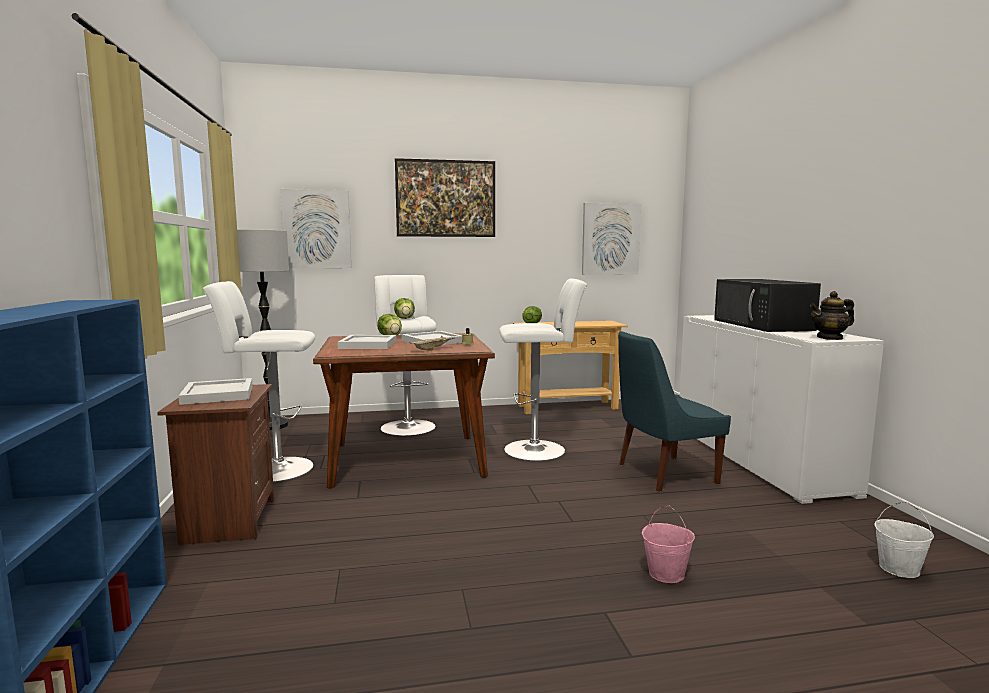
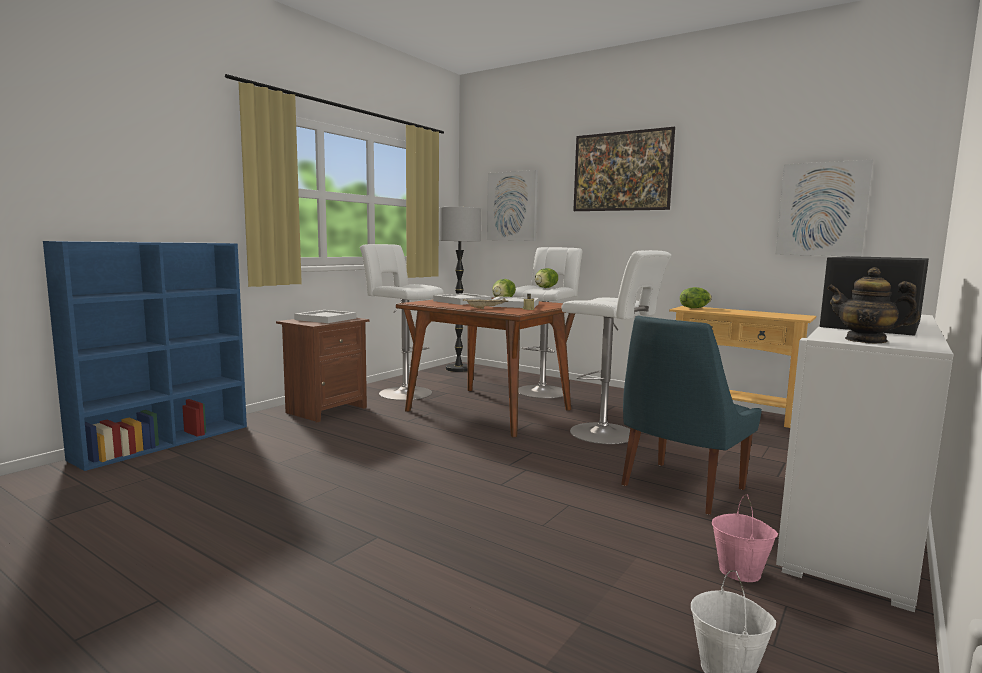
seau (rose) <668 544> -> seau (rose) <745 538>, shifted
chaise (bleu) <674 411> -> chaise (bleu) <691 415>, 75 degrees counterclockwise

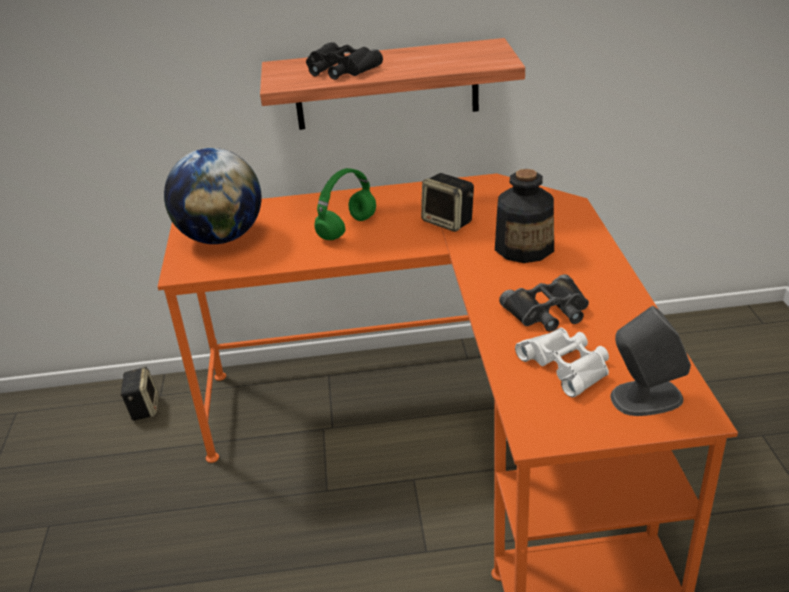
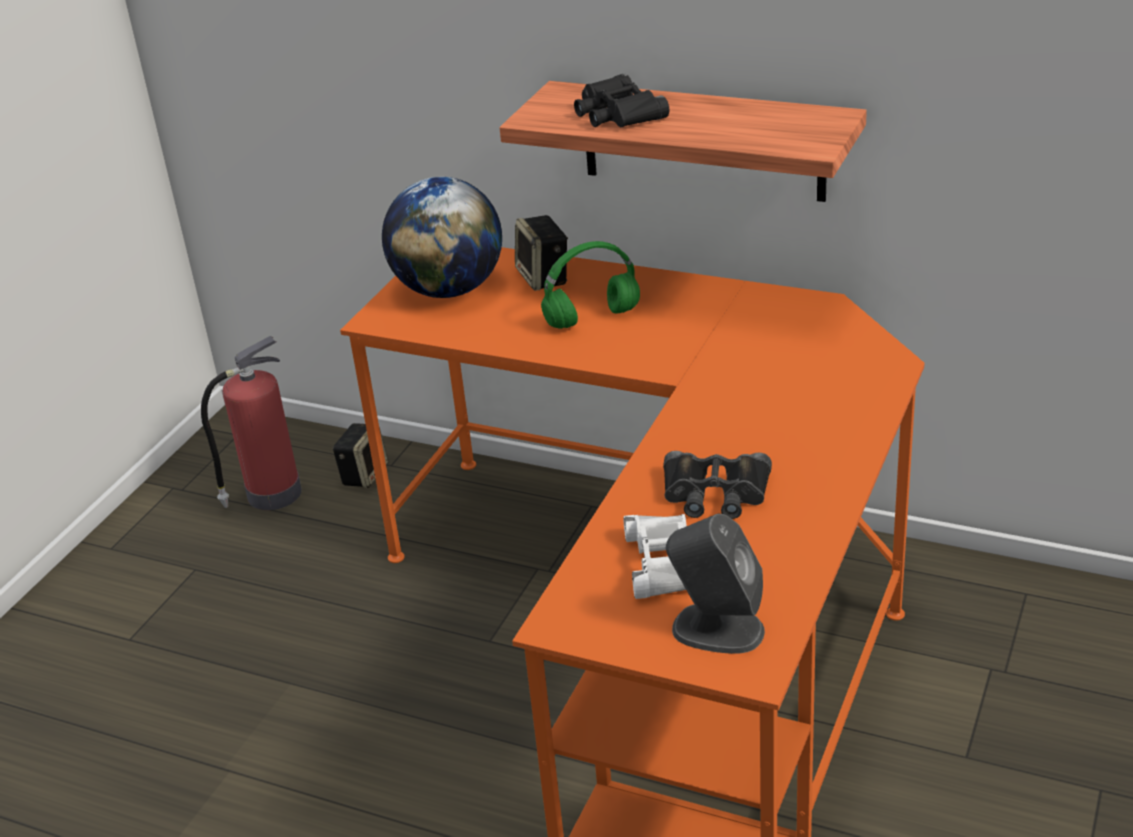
bouteille <524 216> -> none
none -> extincteur <251 423>
enceinte <447 202> -> enceinte <541 253>, shifted

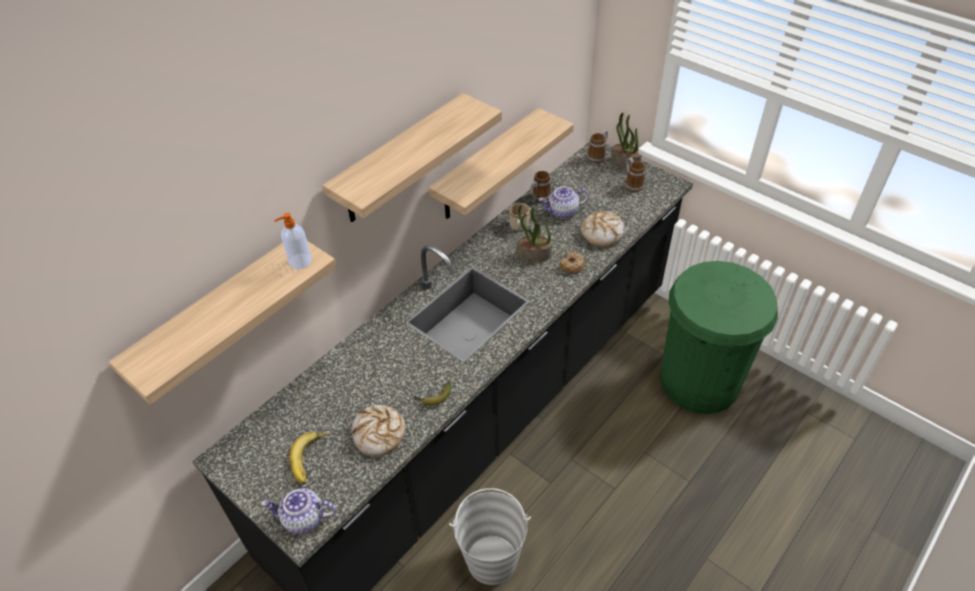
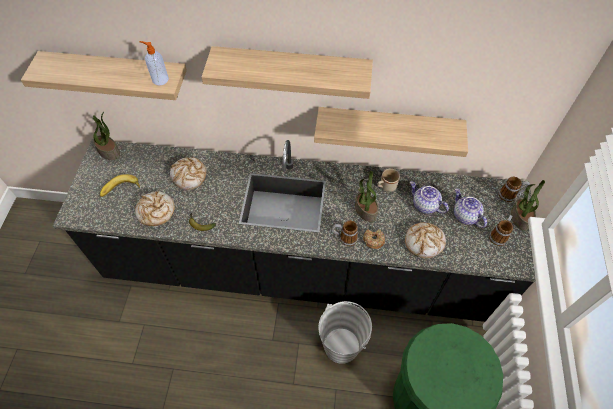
none -> plante en pot <106 136>
none -> pain <188 173>
théière <298 511> -> théière <470 208>, shifted
seau (gris) <490 536> -> seau (gris) <345 332>, shifted
mug <540 186> -> mug <345 233>, shifted

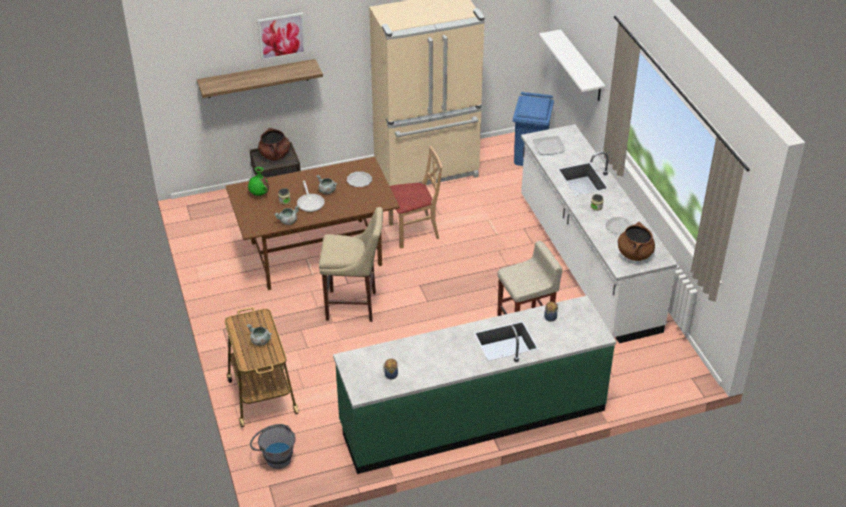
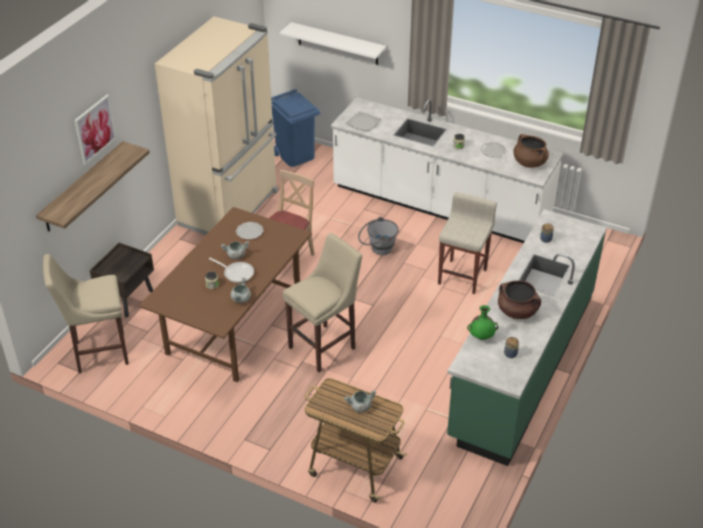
none -> tabouret (beige) <86 314>
vase (vert) <258 181> -> vase (vert) <482 322>, shifted
seau (gris) <273 446> -> seau (gris) <378 236>, shifted
marmite (marron) <274 144> -> marmite (marron) <519 300>, shifted

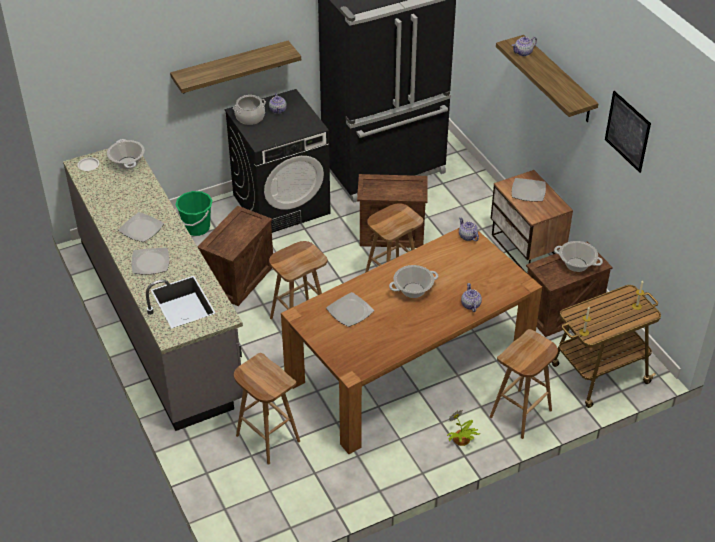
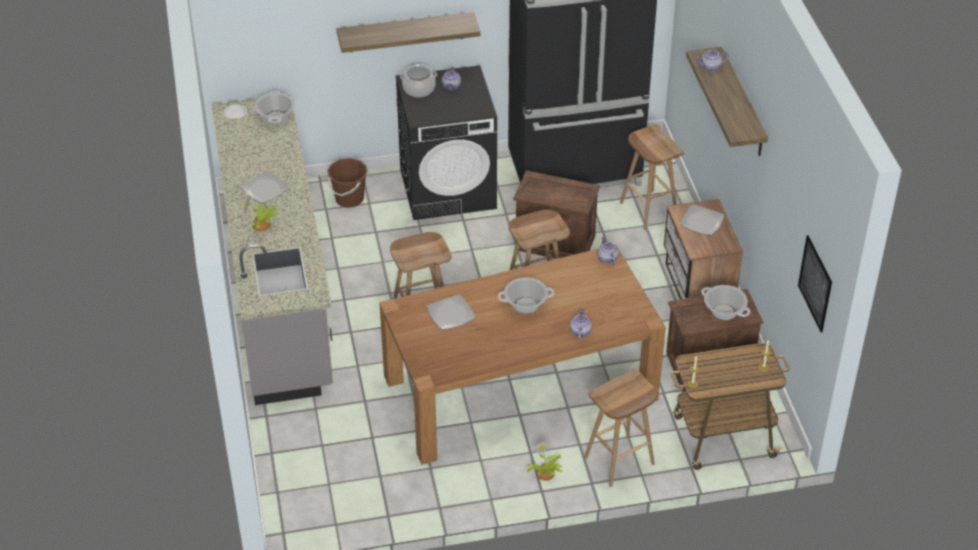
caisse <235 256> -> none
tabouret (marron) <267 409> -> tabouret (marron) <652 177>, shifted
tableau <628 132> -> tableau <815 283>, shifted
assiette <150 261> -> plante en pot <261 215>
seau (vert) <194 213> -> seau (marron) <347 183>

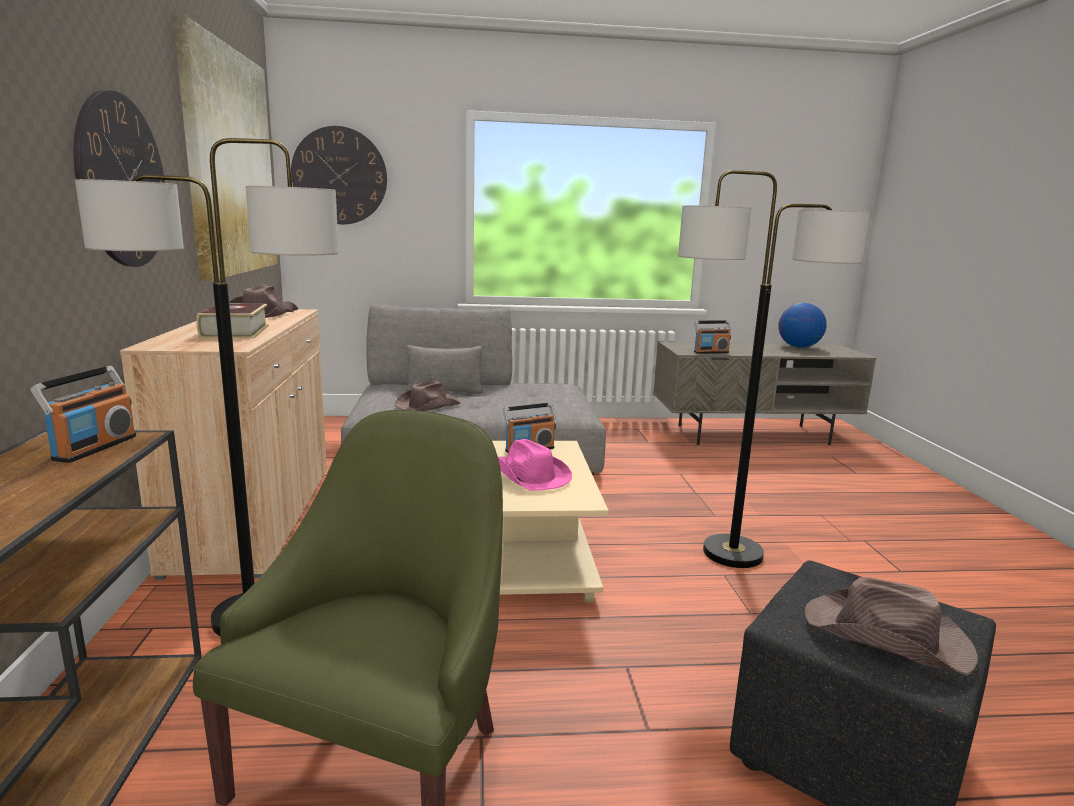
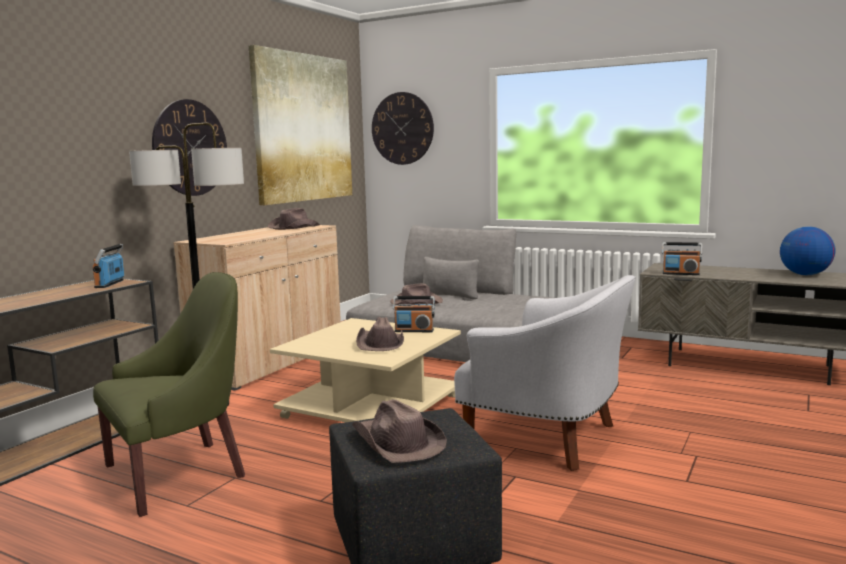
livre <232 321> -> none
lampadaire <774 369> -> fauteuil (blanc) <545 373>
chapeau (rose) <535 465> -> chapeau (marron) <380 334>
radio <83 414> -> radio <108 266>, 135 degrees clockwise

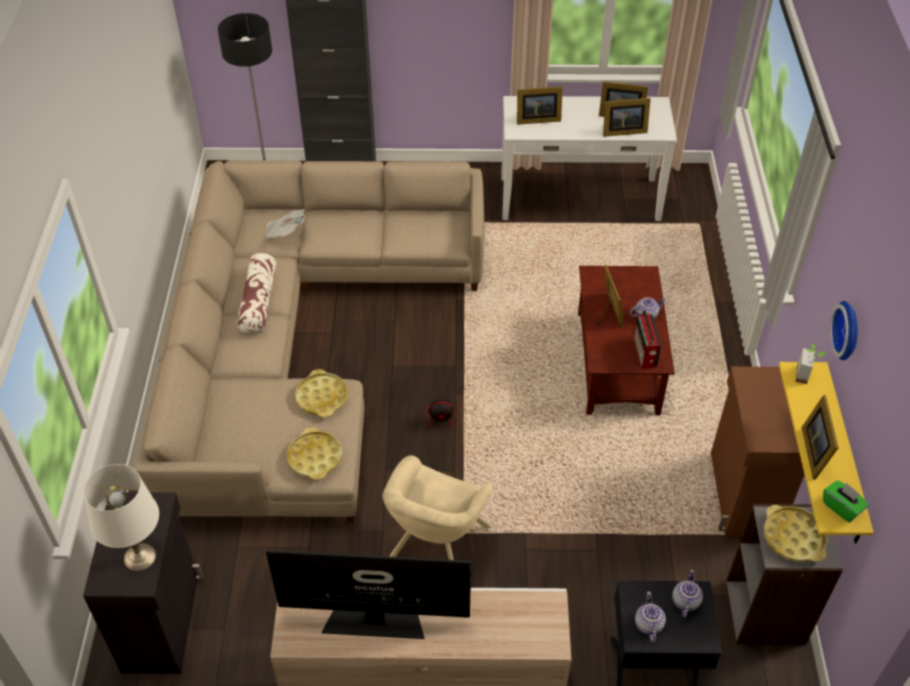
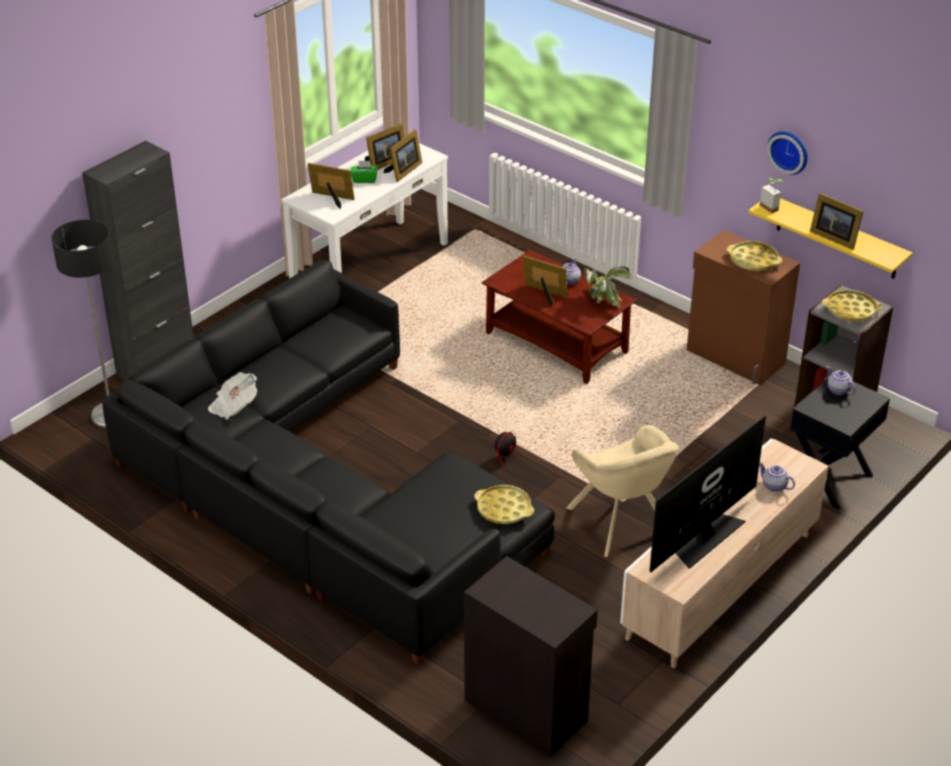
lampe de table (blanc) <121 517> -> none
coussin <256 294> -> none
plateau (jaune) <321 393> -> plateau (jaune) <754 256>, shifted
théière <650 616> -> théière <777 477>, shifted
boîte à mouchoirs (vert) <846 501> -> boîte à mouchoirs (vert) <364 171>, shifted
radio <647 339> -> plante en pot <608 287>
canapé (beige) <309 341> -> canapé (noir) <329 462>
cadre photo <540 105> -> cadre photo <331 186>, 105 degrees counterclockwise

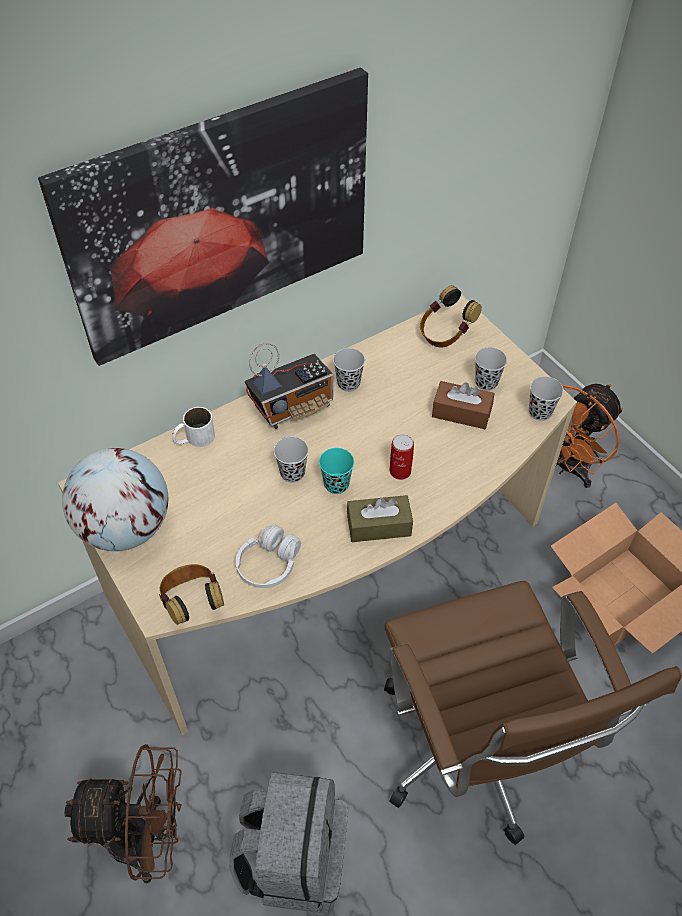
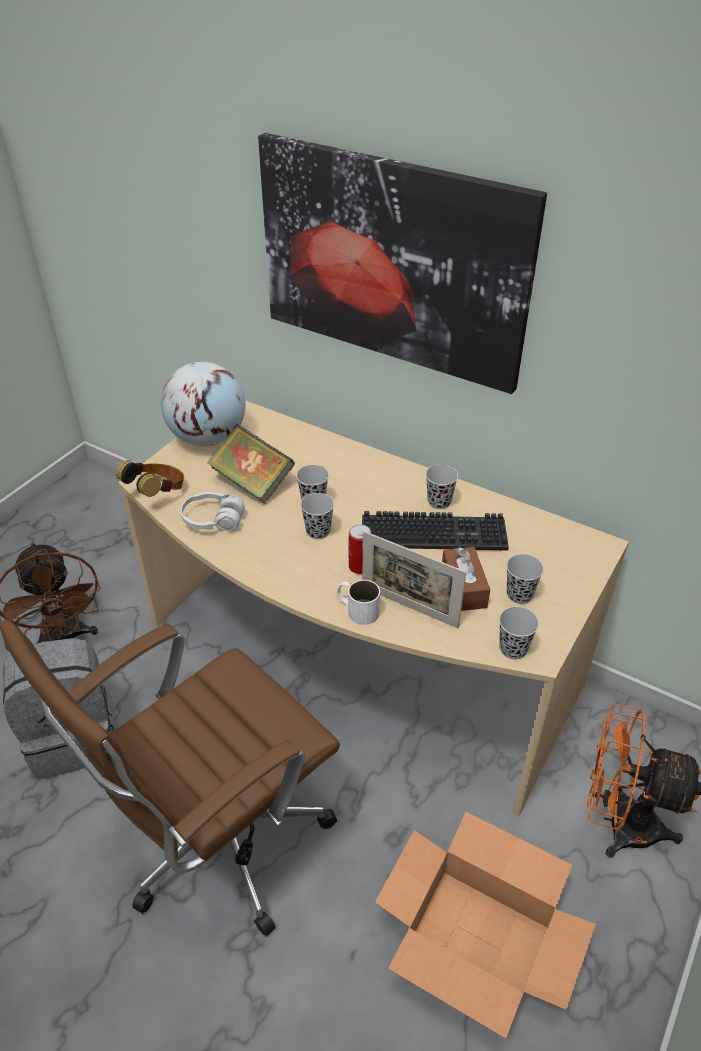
radio <289 386> -> none
boîte à mouchoirs (marron) <380 518> -> none
casque audio <451 316> -> none
none -> livre <251 464>
none -> clavier <435 531>
none -> cadre photo <414 579>
mug (blanc) <193 427> -> mug (blanc) <358 602>, shifted
tasse (turquoise) <336 471> -> tasse (noir) <317 516>

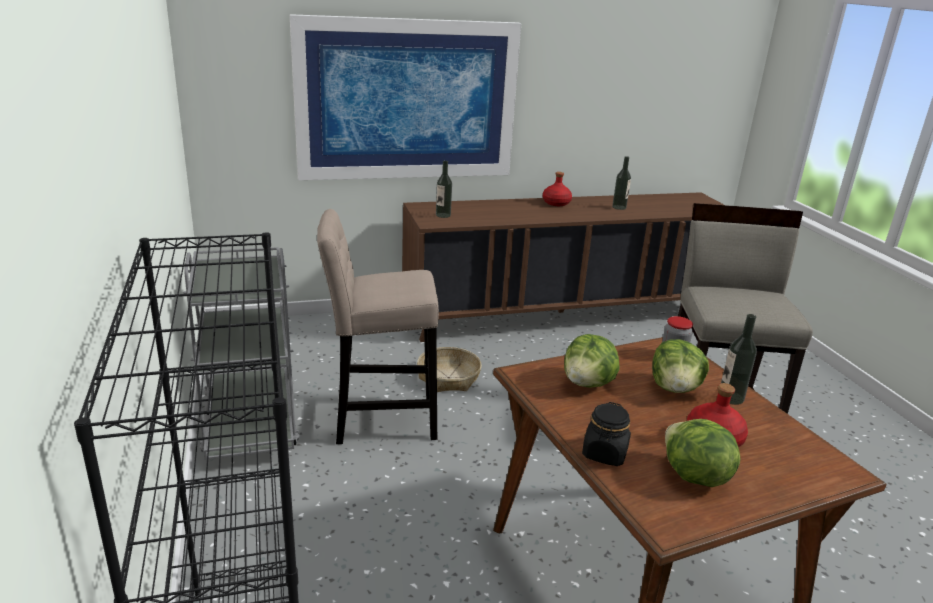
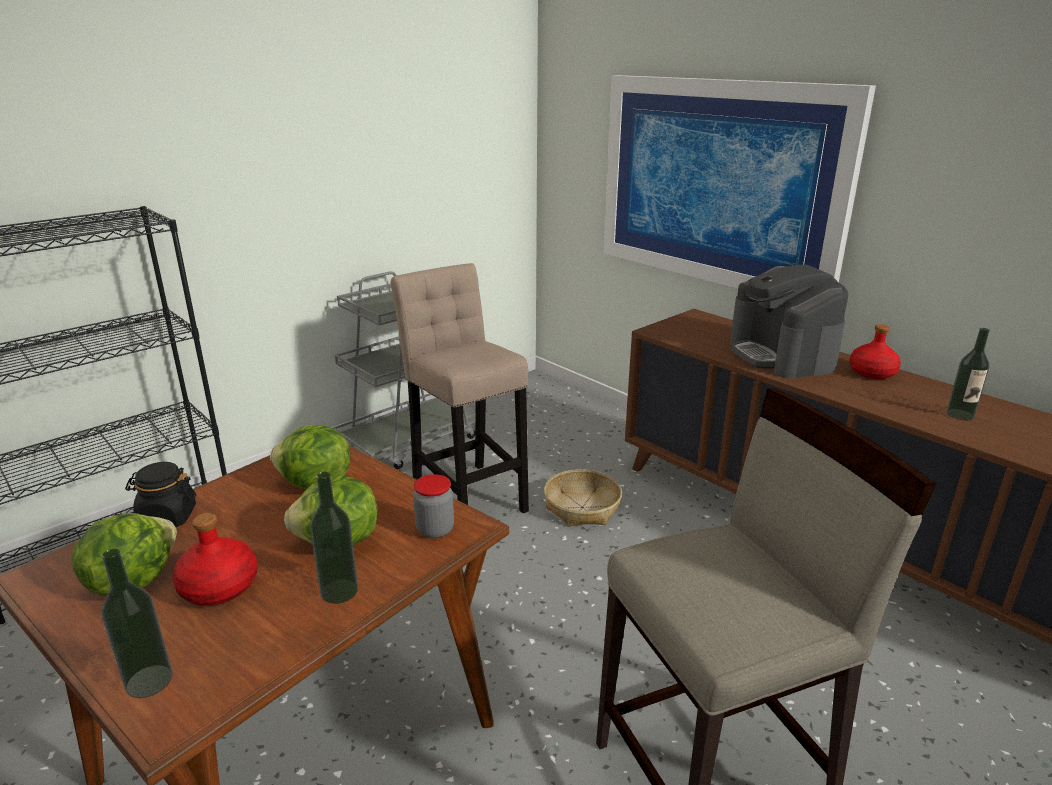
none -> machine à café <789 322>
bouteille <444 189> -> bouteille <136 623>, shifted

